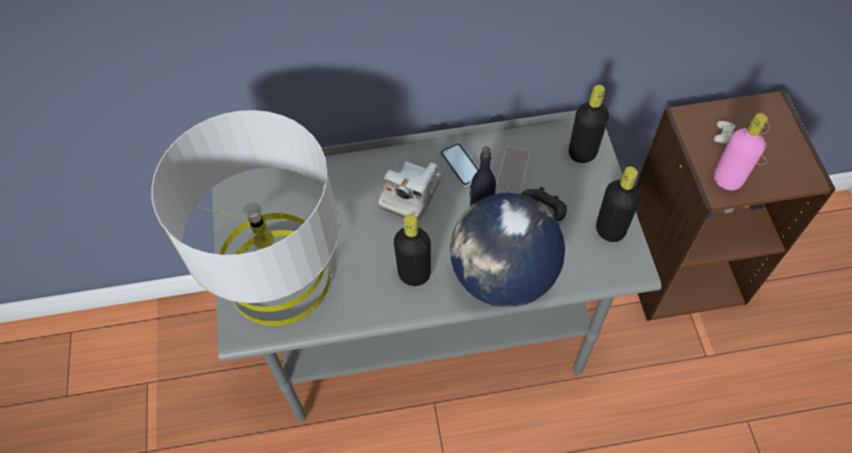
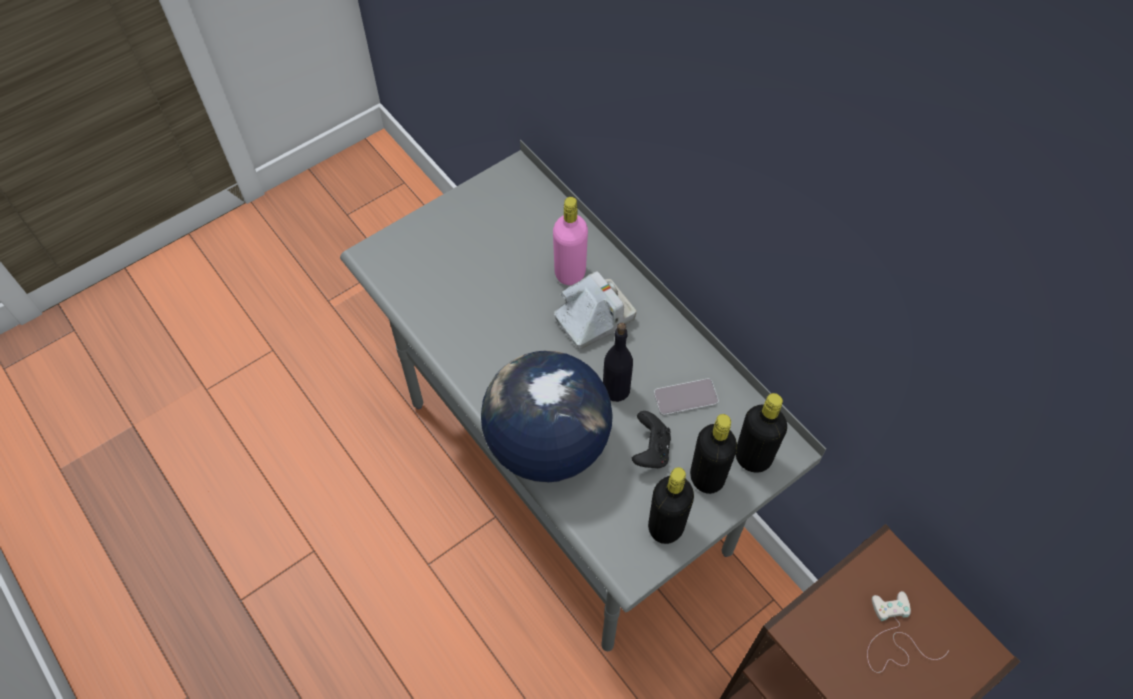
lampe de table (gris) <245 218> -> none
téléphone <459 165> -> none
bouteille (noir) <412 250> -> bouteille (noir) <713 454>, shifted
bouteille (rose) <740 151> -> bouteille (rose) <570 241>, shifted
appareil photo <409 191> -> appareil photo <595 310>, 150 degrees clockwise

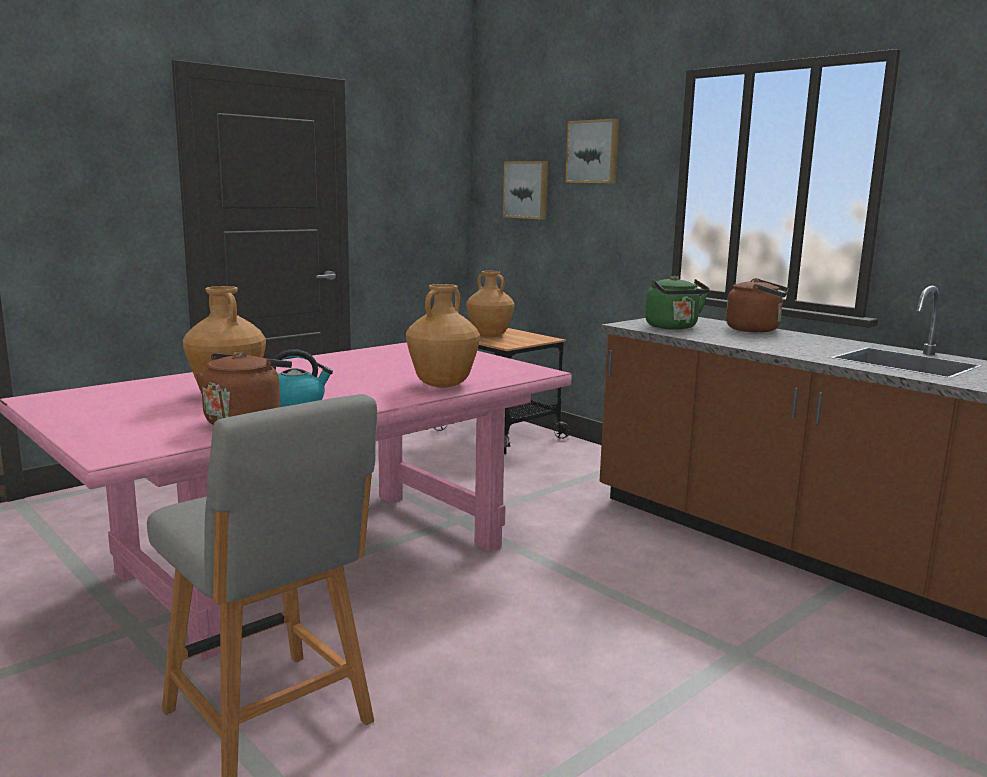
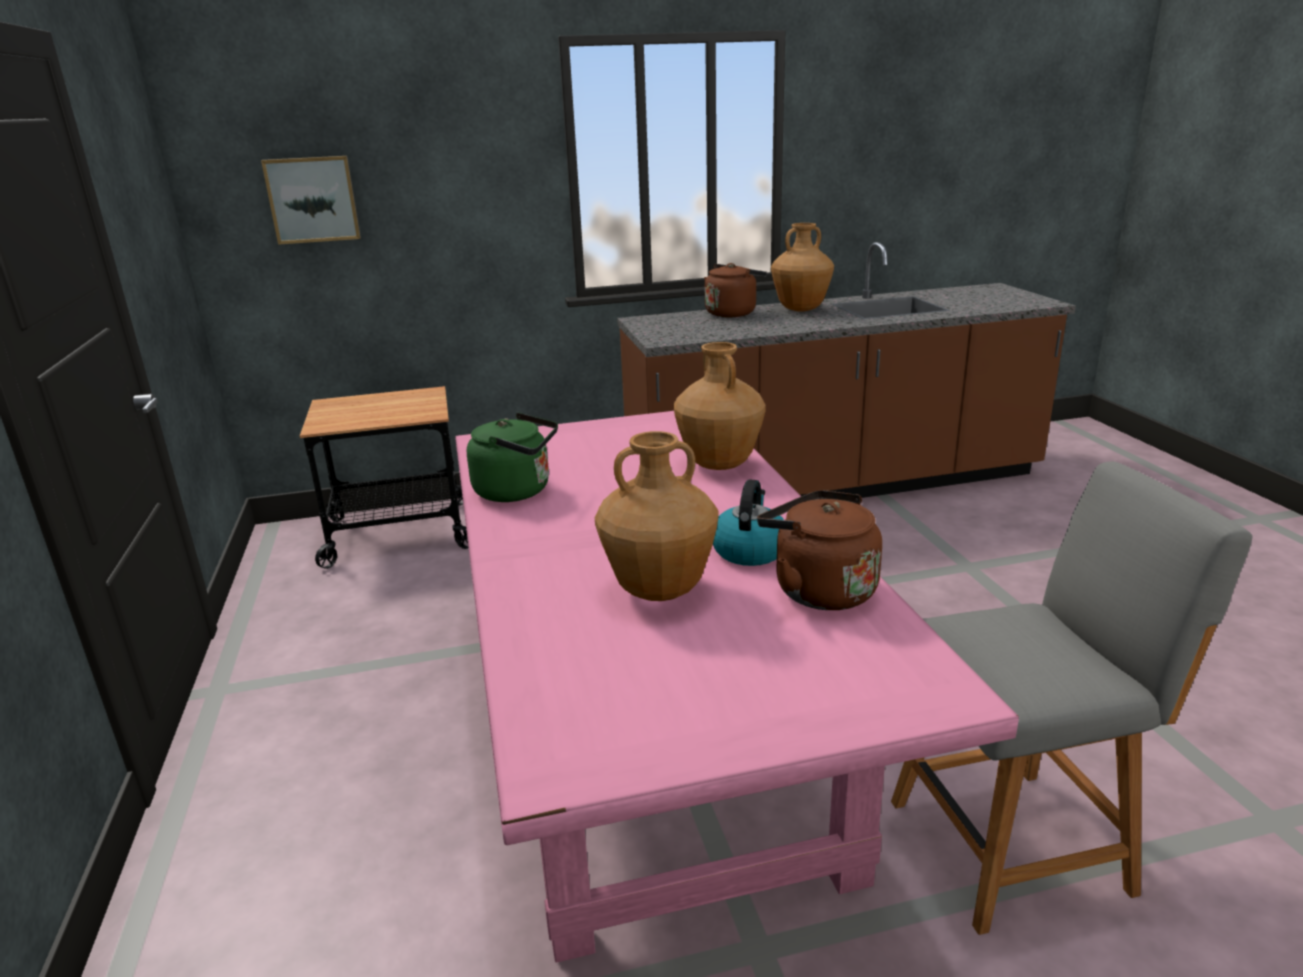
tableau <592 151> -> none
vase (marron) <490 304> -> vase (marron) <802 267>, shifted
bouilloire (vert) <677 303> -> bouilloire (vert) <512 457>, shifted

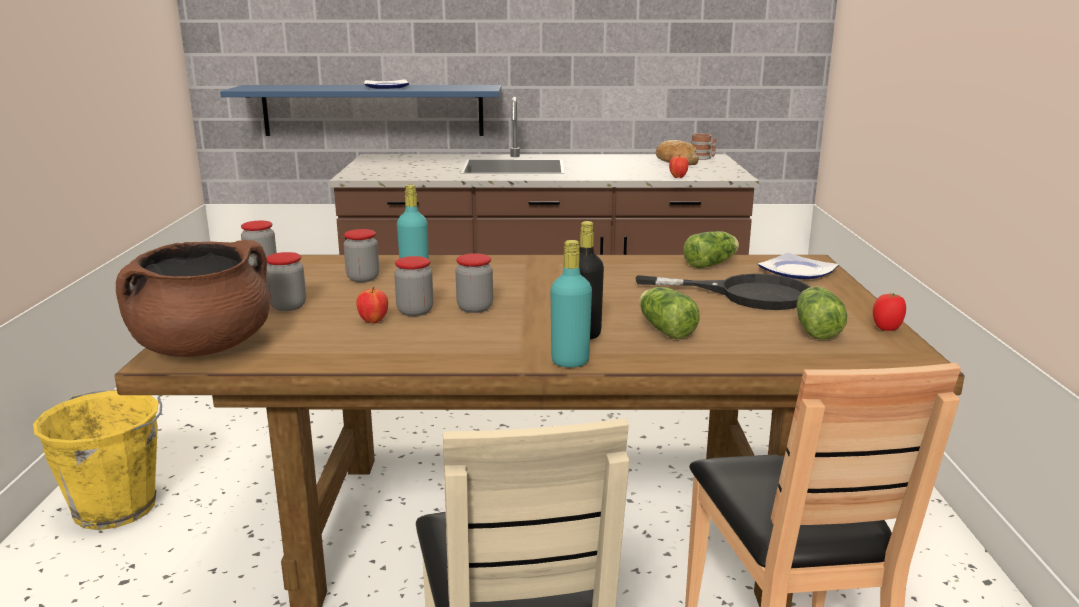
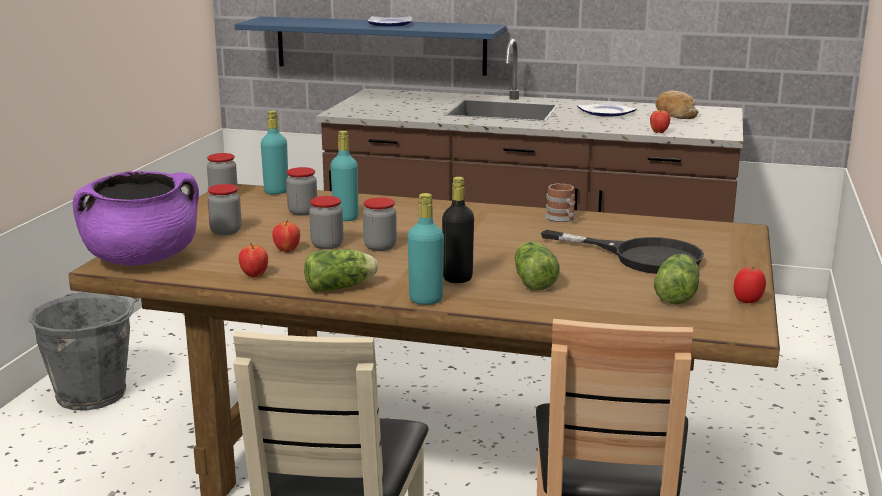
none -> pomme <253 260>
none -> bouteille (turquoise) <274 152>
laitue <711 249> -> laitue <341 270>, shifted
mug <703 146> -> mug <560 202>, shifted
assiette <798 266> -> assiette <607 109>, shifted
seau (jaune) <98 460> -> seau (gris) <84 351>
marmite (marron) <193 298> -> marmite (violet) <136 218>

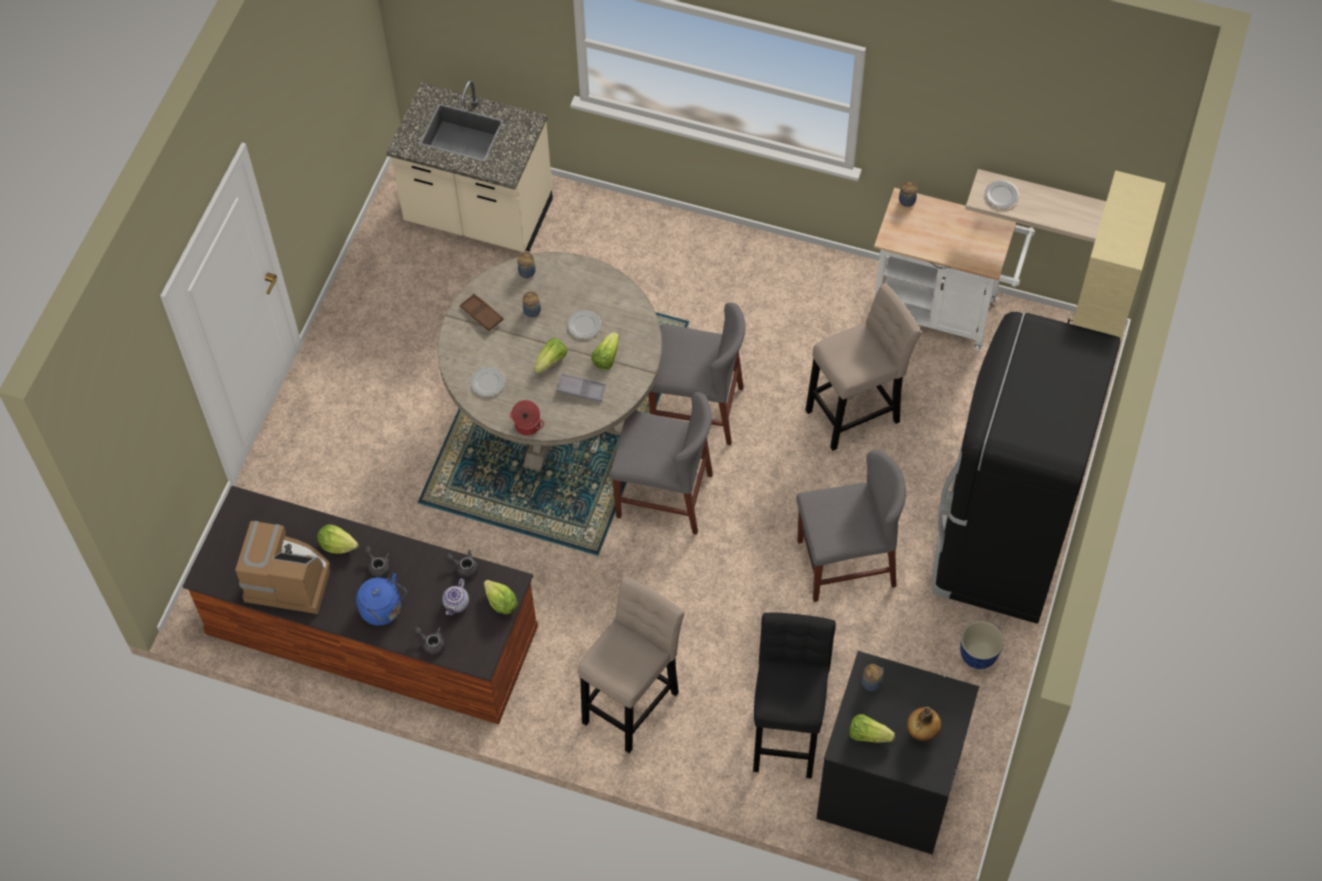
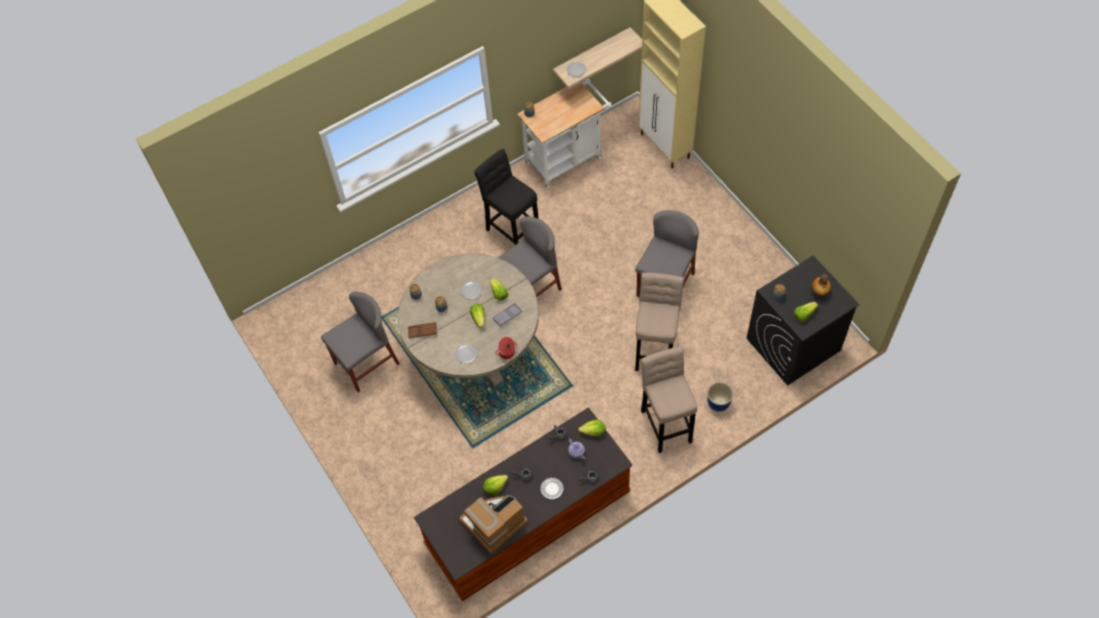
comptoir de cuisine (beige) <470 166> -> none
réfrigérateur (noir) <1026 468> -> none
chaise (gris) <661 463> -> chaise (gris) <360 341>, shifted
tabouret (noir) <794 695> -> tabouret (noir) <506 197>, shifted
tabouret (beige) <863 367> -> tabouret (beige) <659 321>, shifted
cache-pot <982 645> -> cache-pot <720 396>, shifted
bouilloire (bleu) <381 599> -> assiette <552 488>

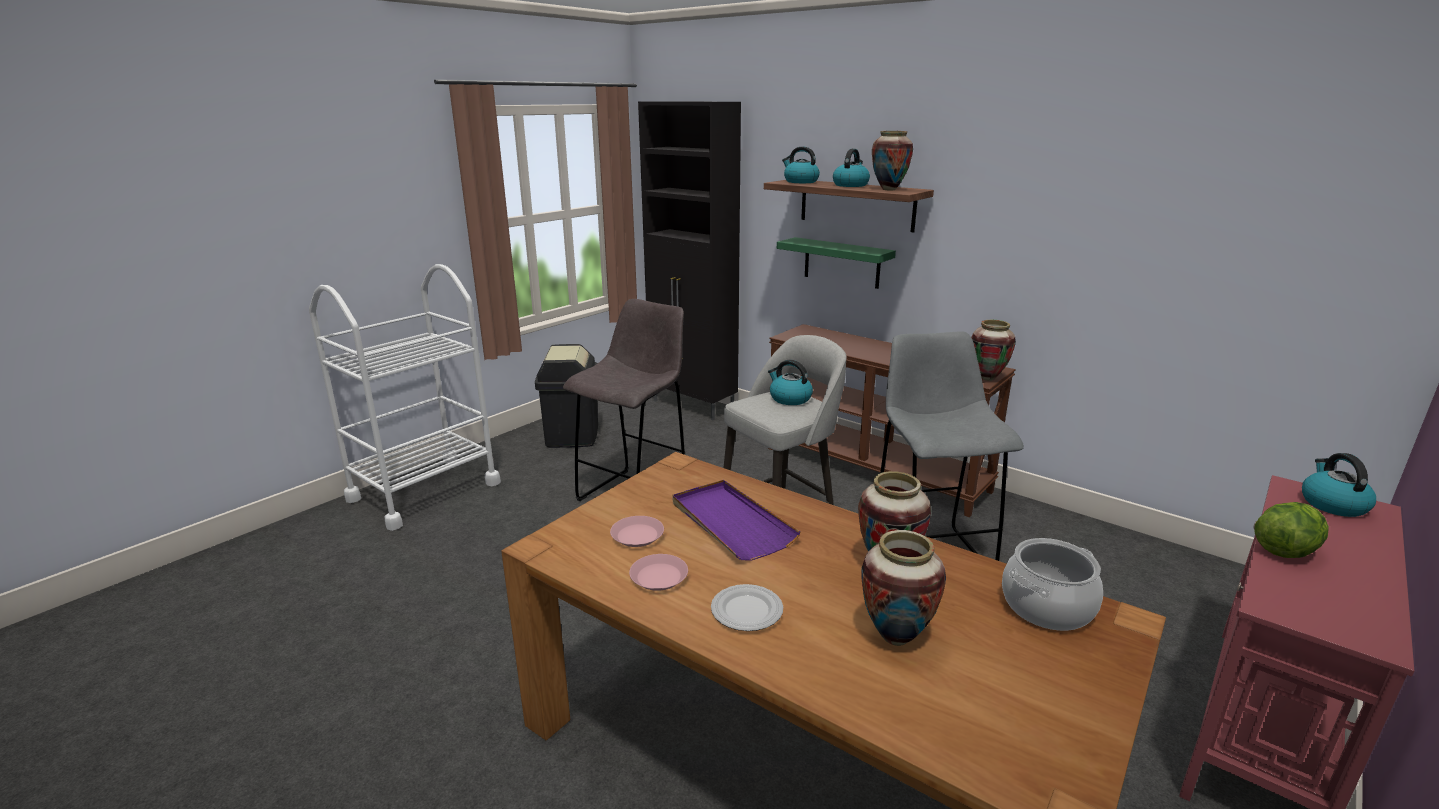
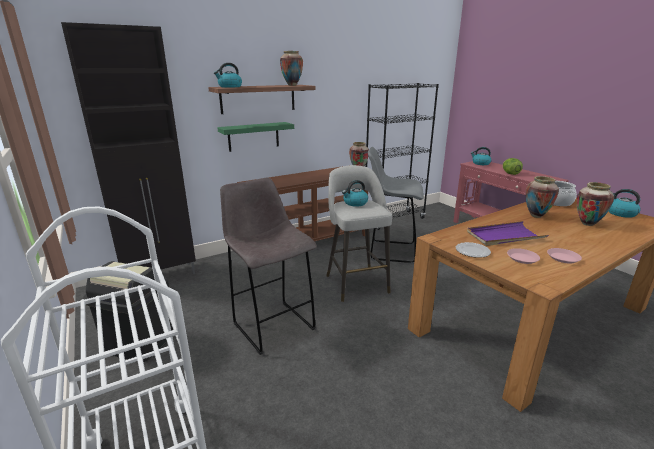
none -> bibliothèque (noir) <402 156>
assiette <747 607> -> assiette <473 250>, shifted
bouilloire <851 168> -> bouilloire <625 203>, shifted

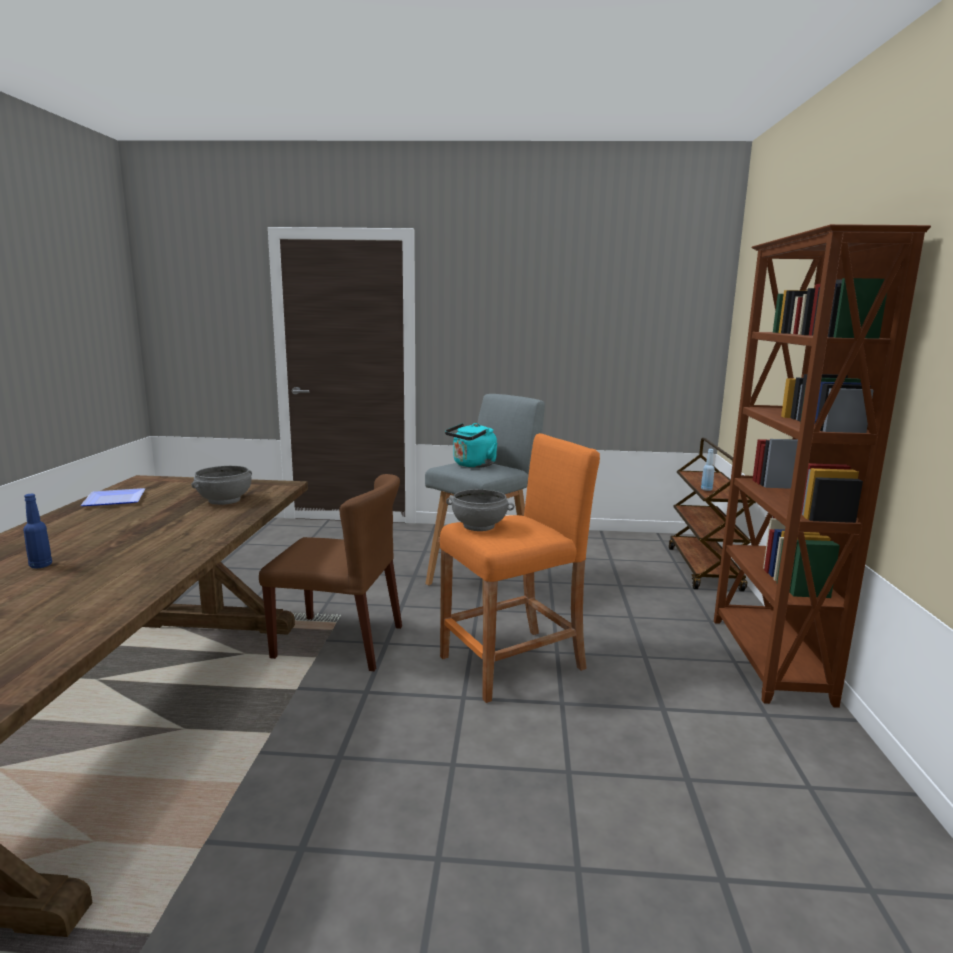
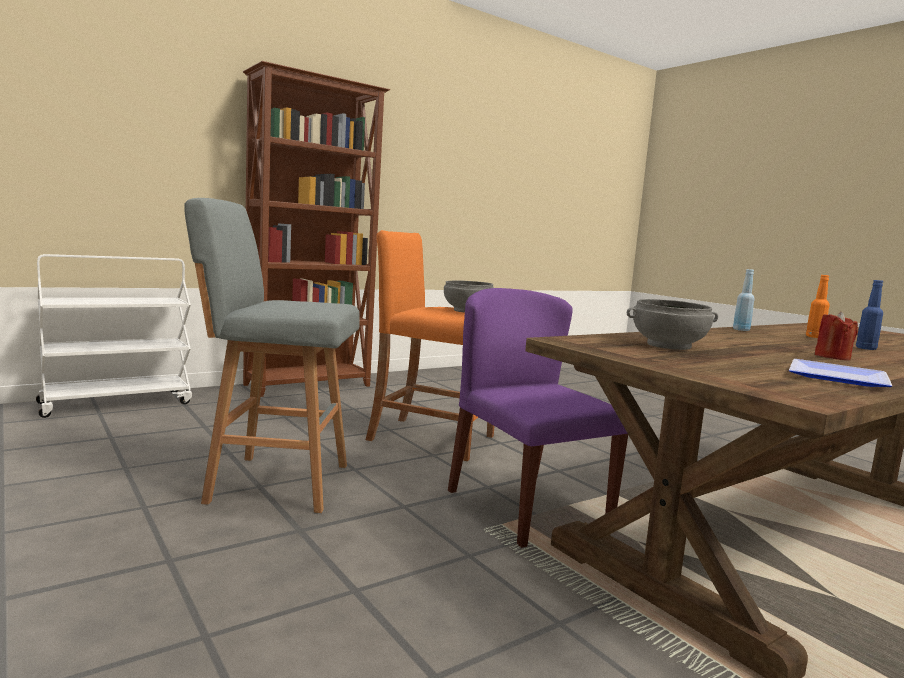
bouilloire (turquoise) <471 445> -> none
none -> bouteille (orange) <818 306>
none -> bougie (rouge) <836 336>
bouteille (bleu) <708 470> -> bouteille (bleu) <744 300>, shifted
chaise (marron) <330 572> -> chaise (violet) <538 418>
chariot (marron) <712 514> -> chariot (blanc) <114 336>

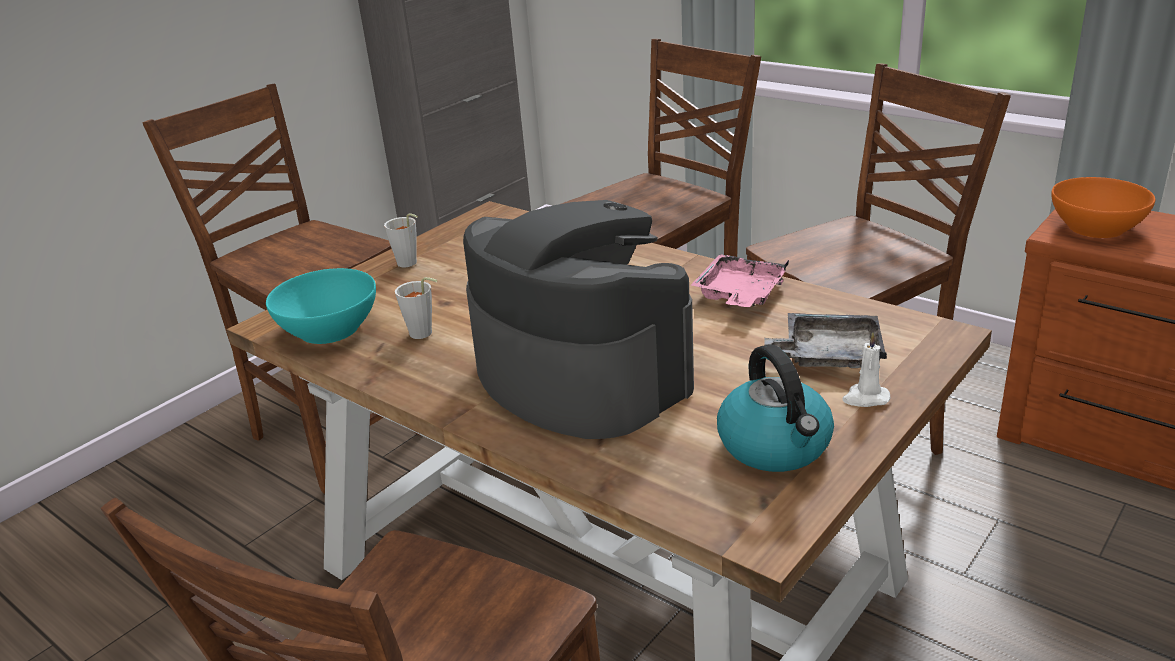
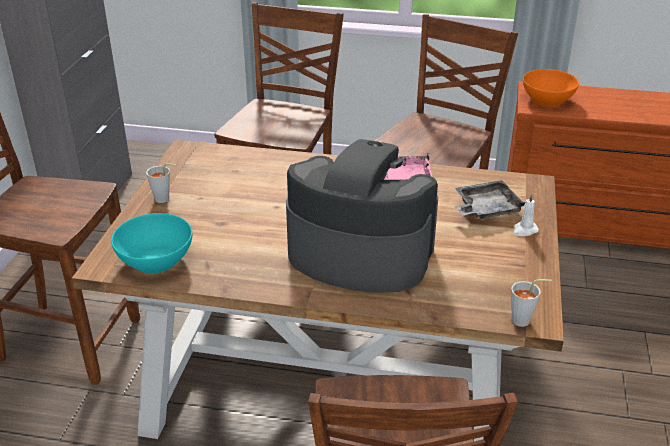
bouilloire <775 408> -> none
tasse (gris) <416 308> -> tasse (gris) <531 303>, shifted

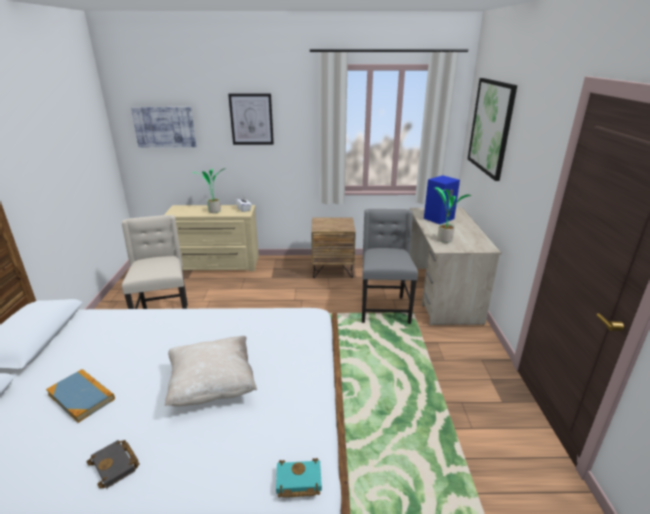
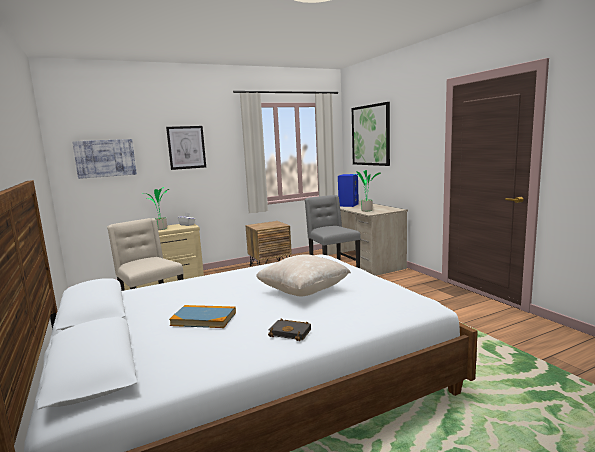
livre (turquoise) <299 478> -> none

